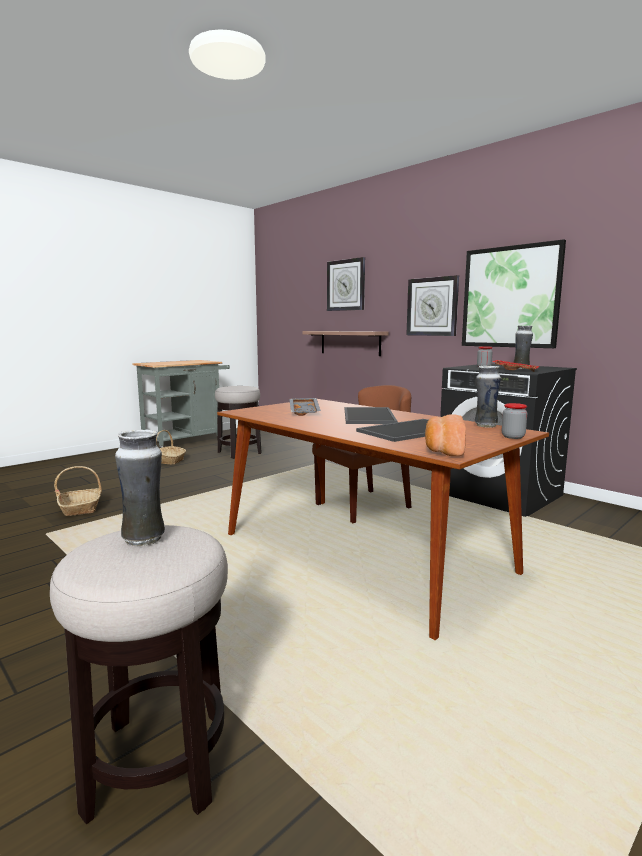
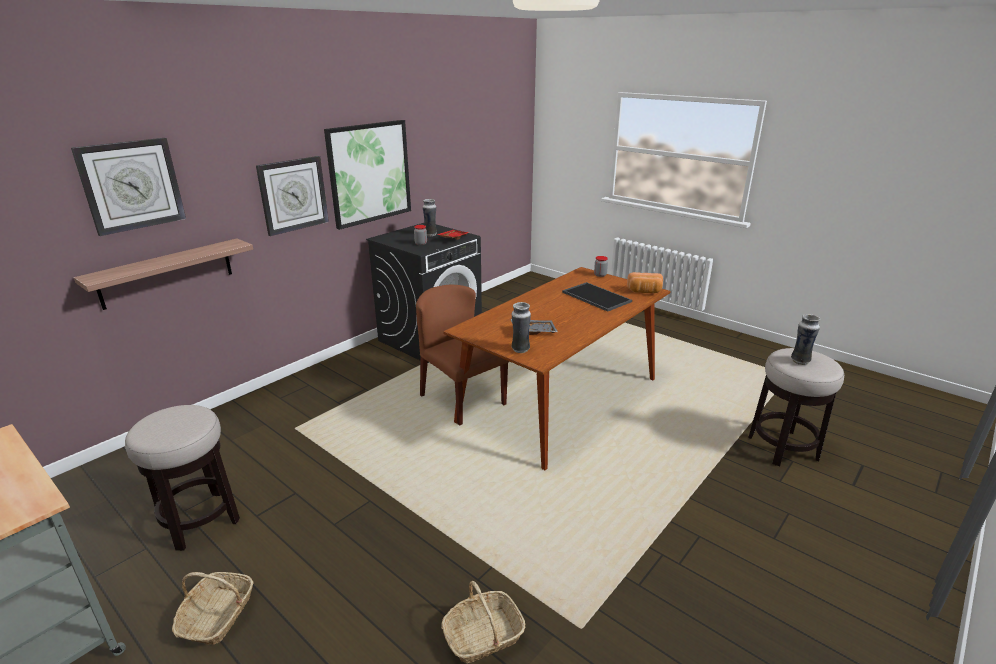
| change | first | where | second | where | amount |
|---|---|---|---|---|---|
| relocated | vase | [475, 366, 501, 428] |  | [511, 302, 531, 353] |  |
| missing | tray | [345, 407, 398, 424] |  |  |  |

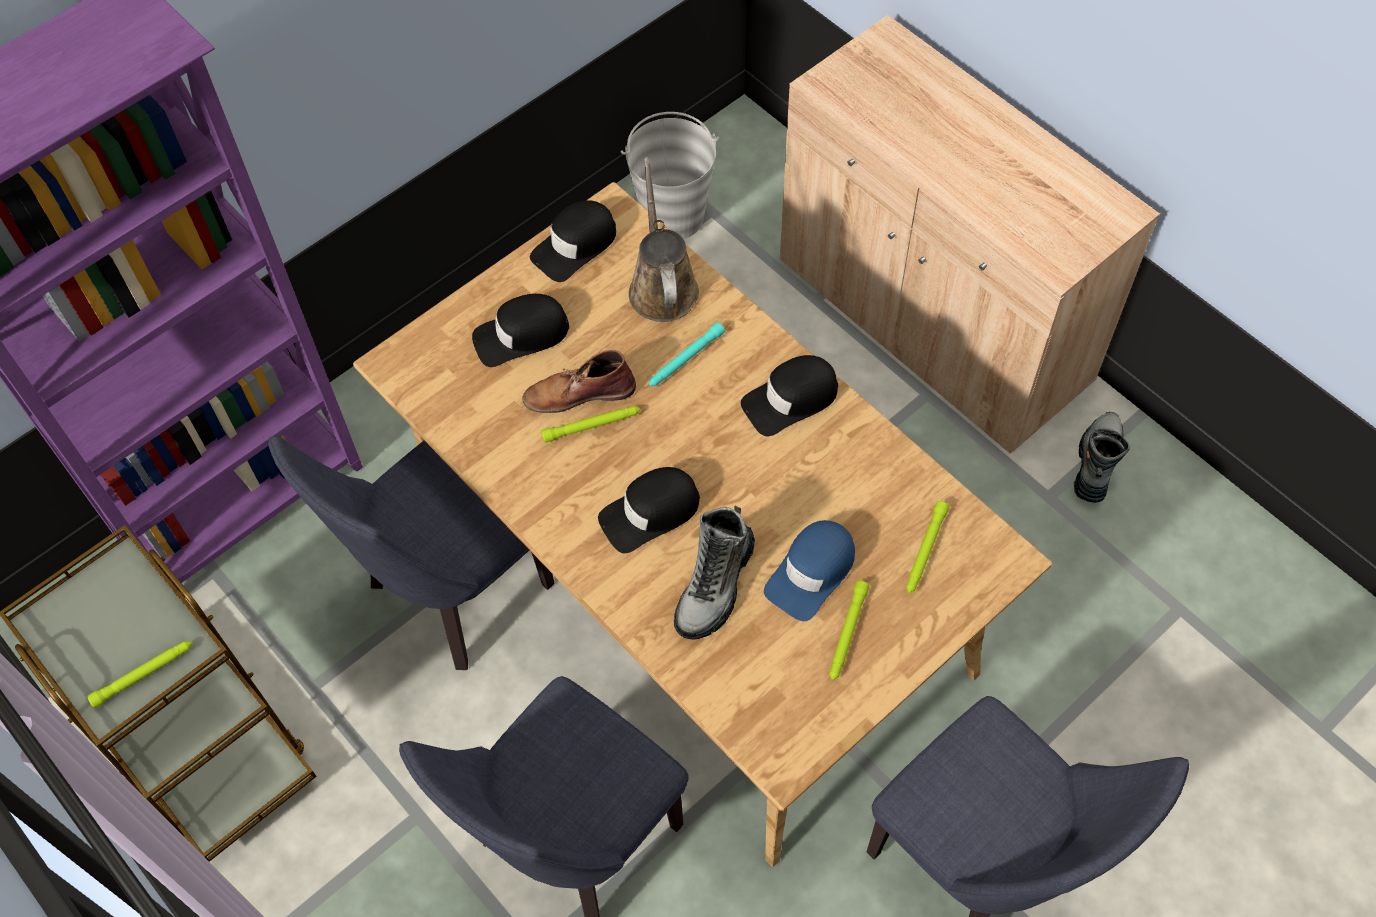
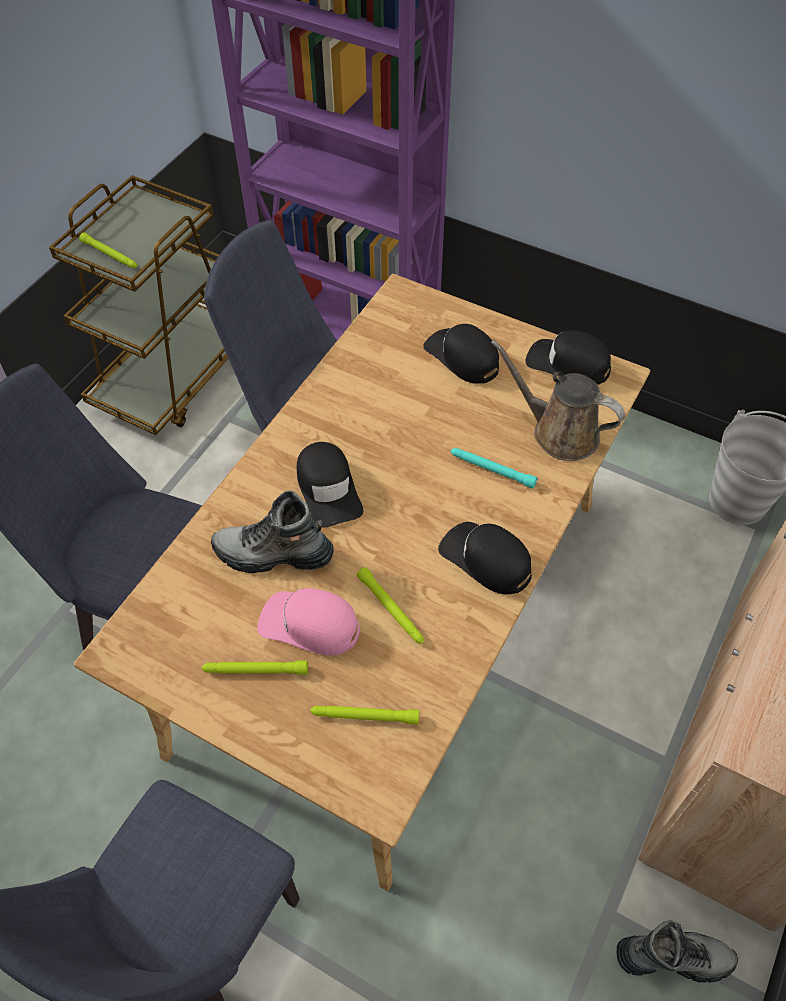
| change | first | where | second | where | amount |
|---|---|---|---|---|---|
| spun | brown watering can | [629, 157, 699, 322] |  | [491, 339, 625, 461] | 120 degrees counterclockwise |
| missing | brown boot | [522, 350, 636, 413] |  |  |  |
| relocated | green flashlight | [541, 406, 640, 443] |  | [357, 567, 424, 644] |  |
| spun | black cap | [598, 467, 700, 553] |  | [297, 442, 363, 528] | 150 degrees counterclockwise |
| colour | blue cap | [764, 520, 855, 621] | pink cap | [257, 588, 360, 655] |  |

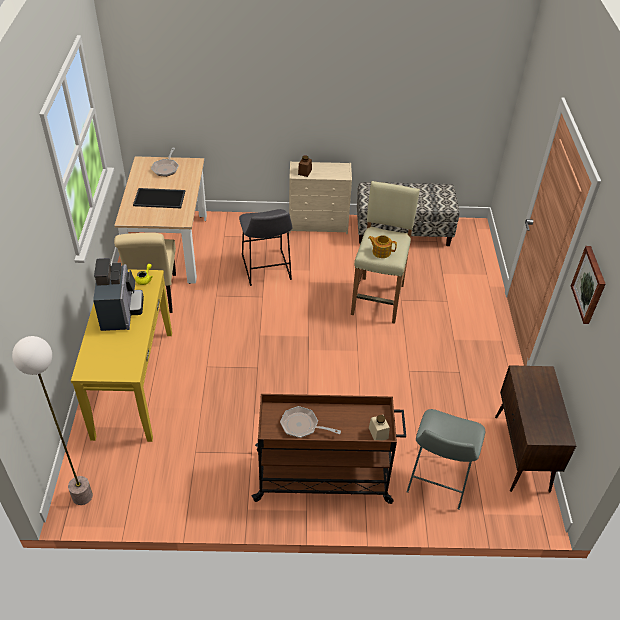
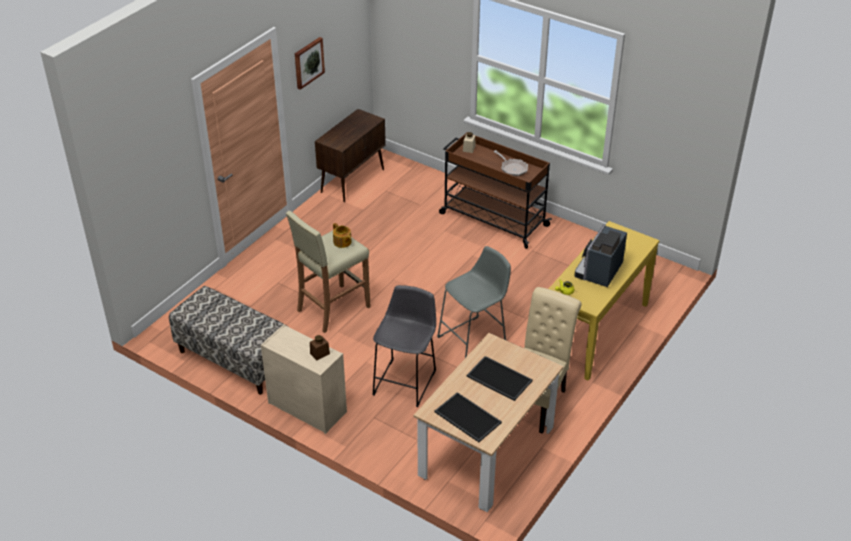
| change | first | where | second | where | amount |
|---|---|---|---|---|---|
| exchanged | frying pan | [151, 148, 179, 177] | tray | [434, 392, 502, 442] |  |
| missing | floor lamp | [12, 336, 93, 505] |  |  |  |
| relocated | grey stool | [407, 409, 485, 509] |  | [437, 246, 511, 358] |  |

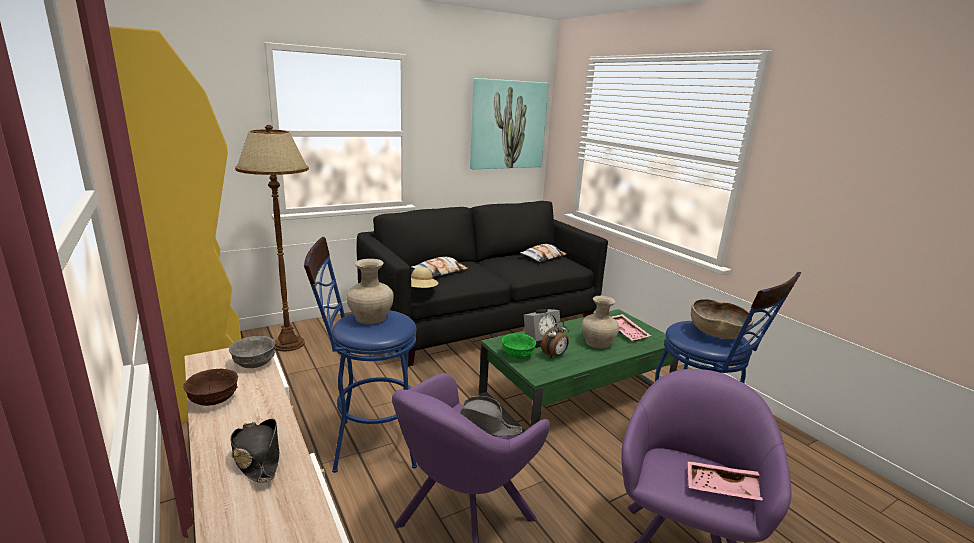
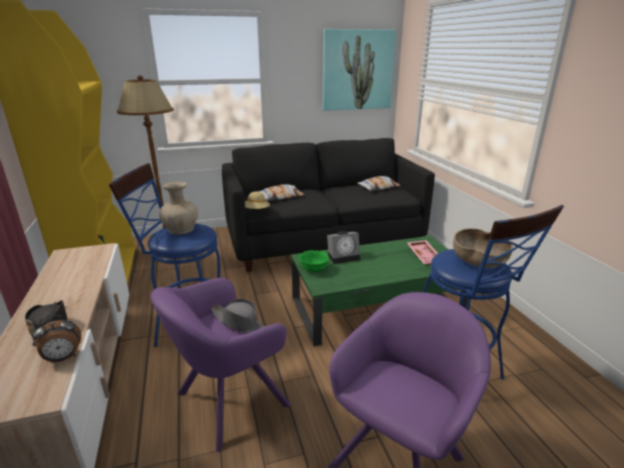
| change | first | where | second | where | amount |
|---|---|---|---|---|---|
| missing | beige vase | [582, 296, 620, 349] |  |  |  |
| relocated | alarm clock | [541, 321, 569, 358] |  | [32, 315, 81, 363] |  |
| missing | grey bowl | [229, 336, 275, 368] |  |  |  |
| missing | brown bowl | [183, 369, 238, 406] |  |  |  |
| missing | pink tray | [688, 461, 763, 501] |  |  |  |

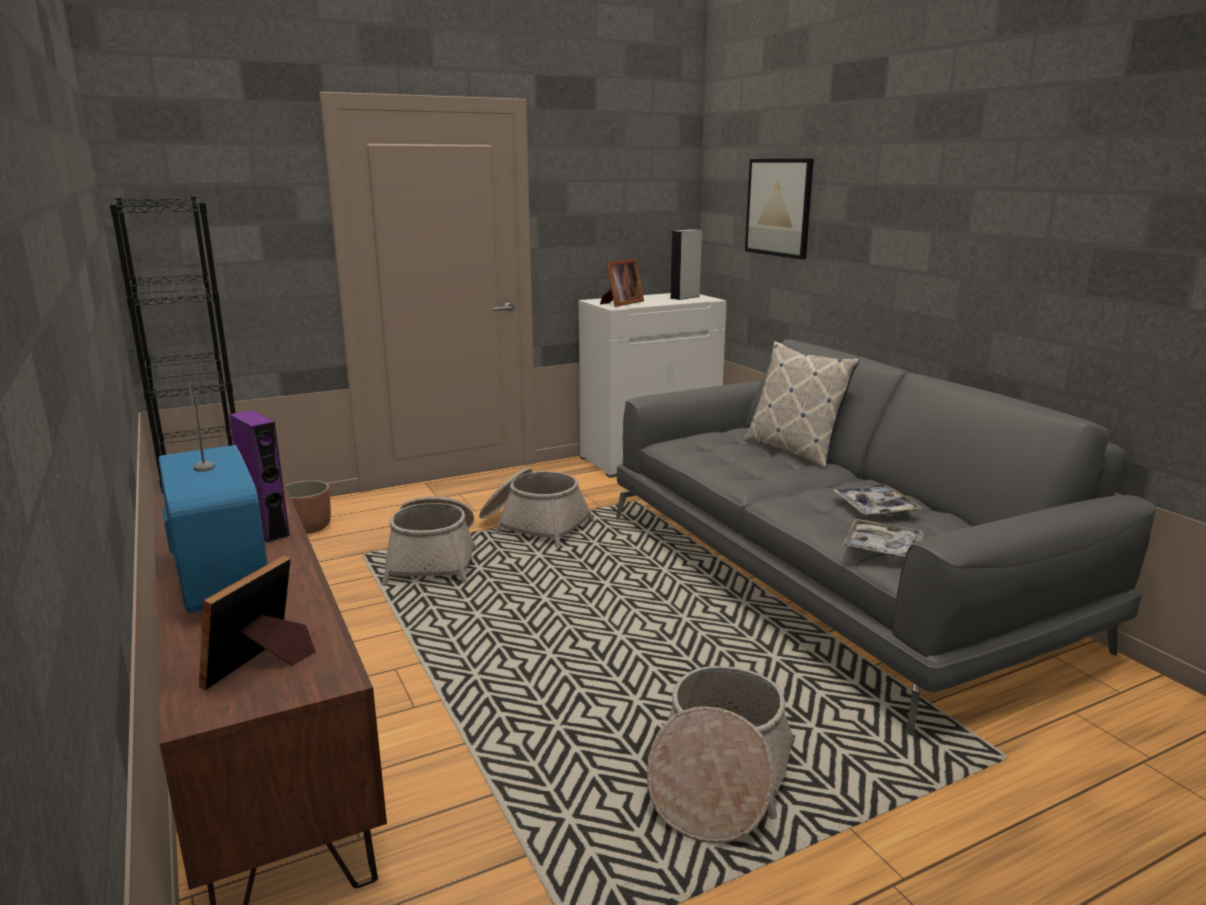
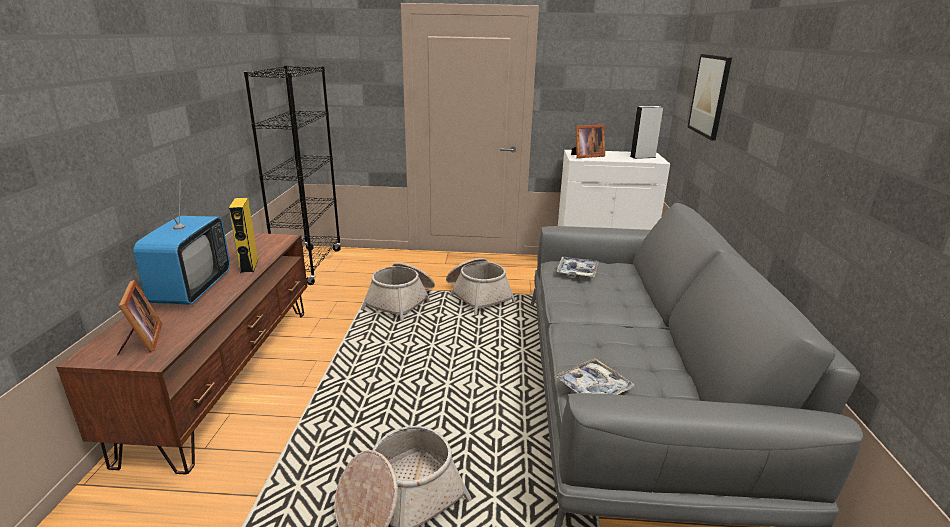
| change | first | where | second | where | amount |
|---|---|---|---|---|---|
| missing | pillow | [743, 341, 859, 469] |  |  |  |
| colour | purple speaker | [229, 410, 291, 543] | yellow speaker | [229, 198, 258, 273] |  |
| missing | planter | [286, 480, 331, 534] |  |  |  |
| relocated | tray | [833, 484, 922, 517] |  | [556, 257, 599, 277] |  |
| spun | picture frame | [199, 555, 316, 690] |  | [117, 280, 162, 355] | 105 degrees clockwise |

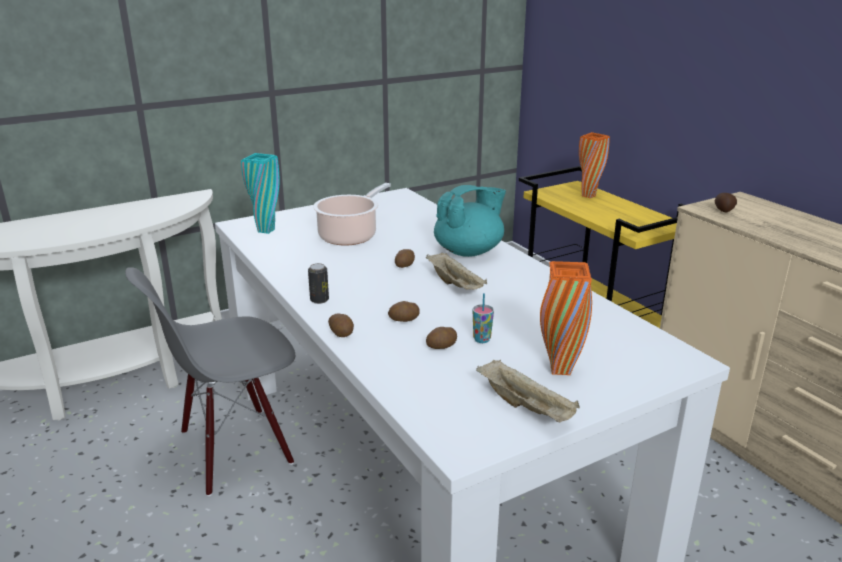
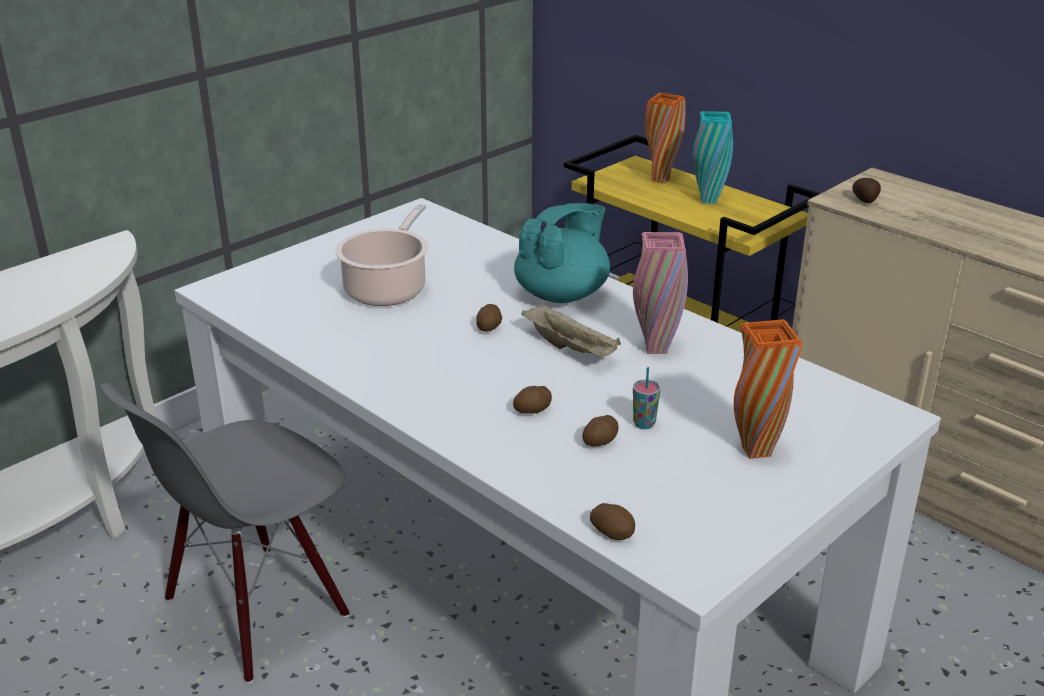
| change | first | where | second | where | amount |
|---|---|---|---|---|---|
| relocated | turquoise vase | [241, 153, 280, 234] |  | [693, 111, 733, 204] |  |
| missing | can | [308, 263, 329, 304] |  |  |  |
| relocated | potato | [328, 314, 354, 337] |  | [590, 503, 635, 540] |  |
| missing | beige tray | [476, 360, 580, 422] |  |  |  |
| appeared |  |  | pink vase | [633, 232, 688, 354] |  |

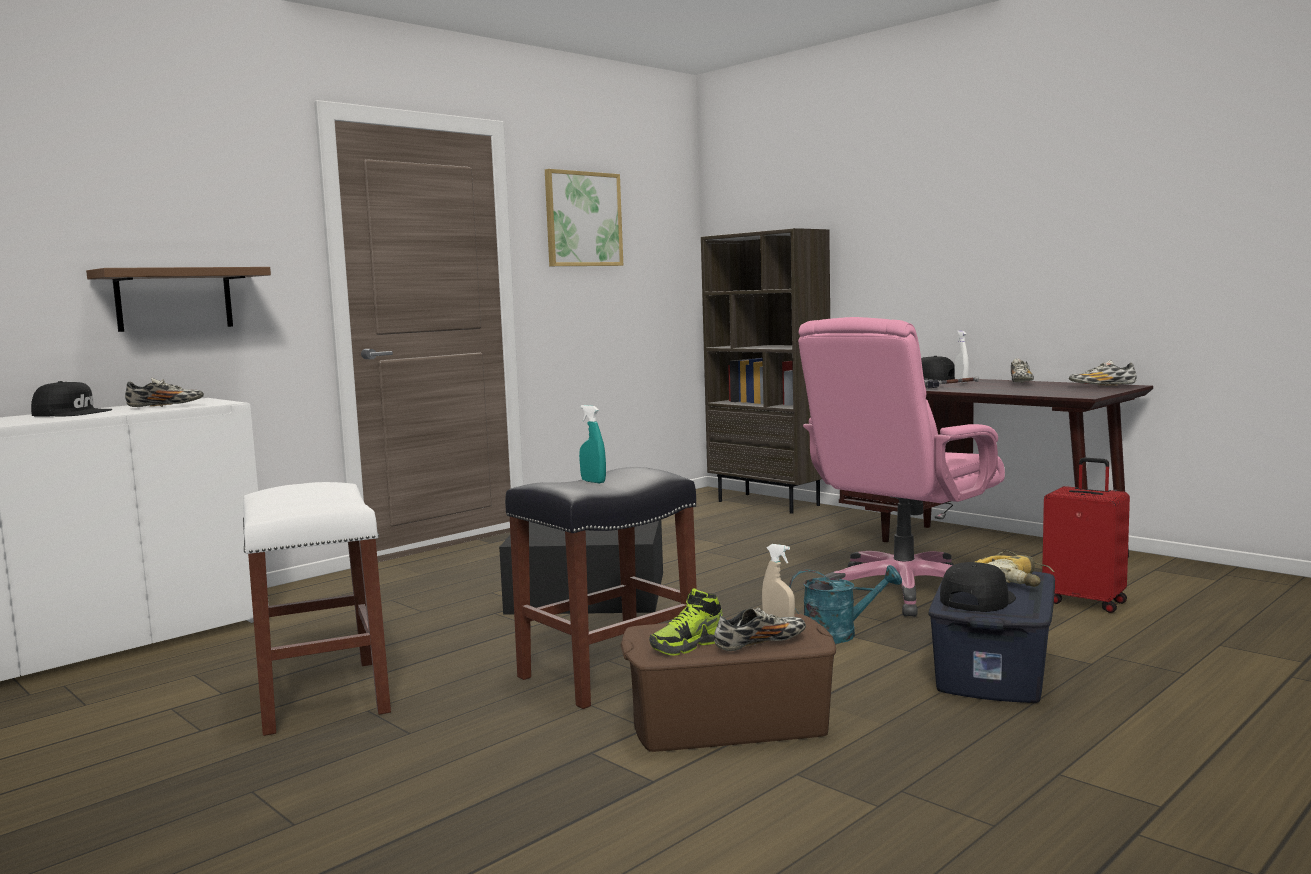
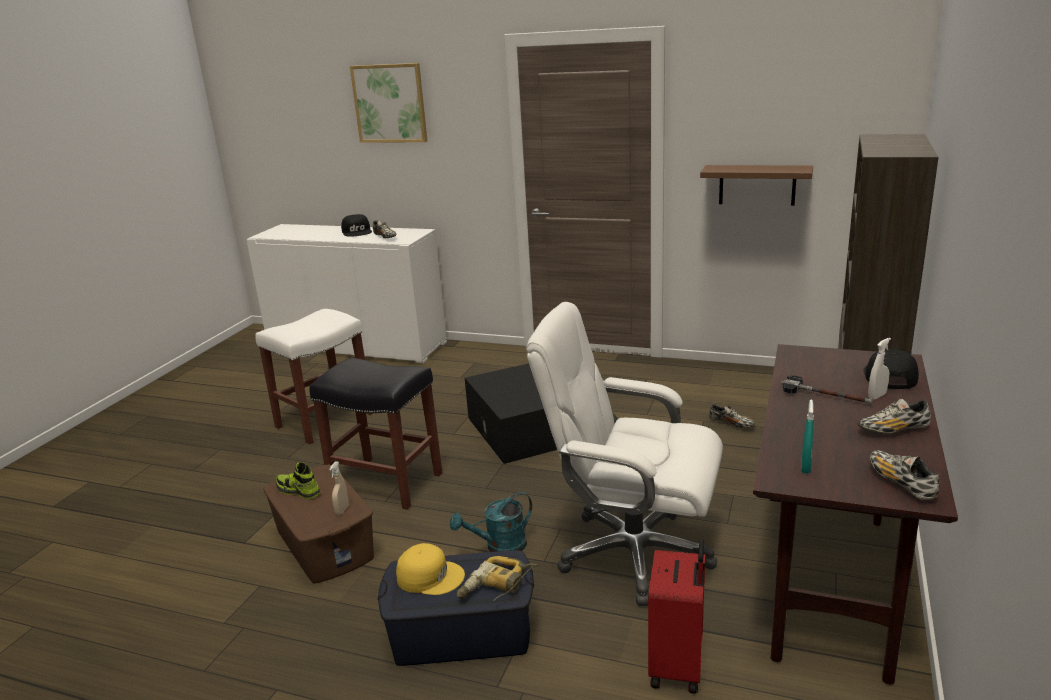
| change | first | where | second | where | amount |
|---|---|---|---|---|---|
| relocated | picture | [545, 169, 623, 266] |  | [350, 63, 427, 143] |  |
| relocated | brown shelf | [86, 267, 271, 332] |  | [700, 165, 813, 206] |  |
| colour | pink office chair | [798, 317, 1005, 617] | white office chair | [526, 302, 723, 606] |  |
| relocated | turquoise spray bottle | [579, 405, 606, 483] |  | [801, 400, 814, 474] |  |
| colour | black cap | [940, 562, 1016, 612] | yellow cap | [396, 543, 465, 595] |  |
| spun | turquoise watering can | [789, 565, 902, 644] |  | [450, 492, 532, 552] | 90 degrees clockwise |
| relocated | shoe | [714, 607, 806, 651] |  | [709, 403, 755, 428] |  |

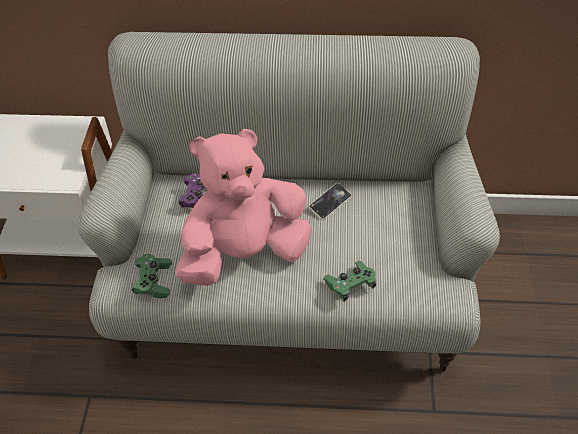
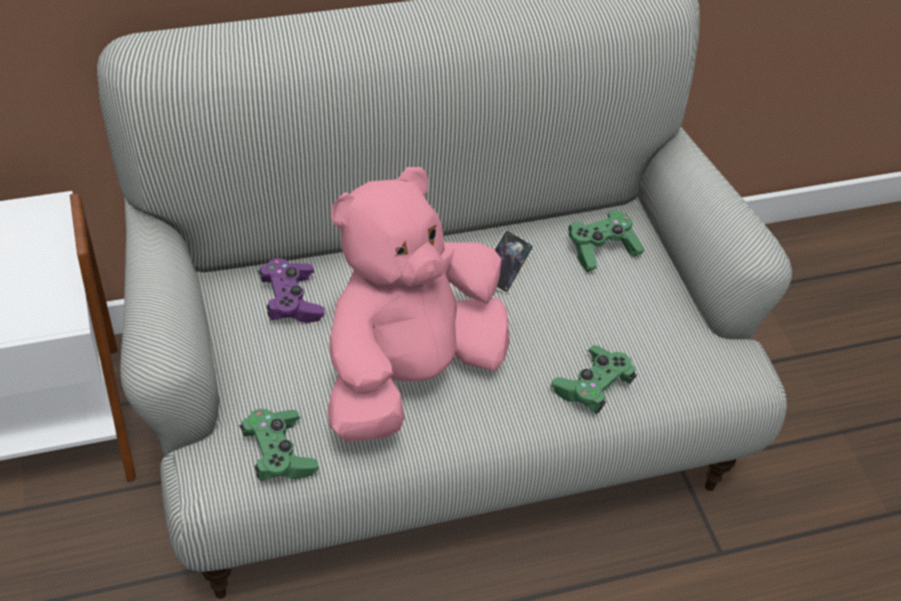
| change | first | where | second | where | amount |
|---|---|---|---|---|---|
| appeared |  |  | green game controller | [568, 209, 644, 272] |  |

